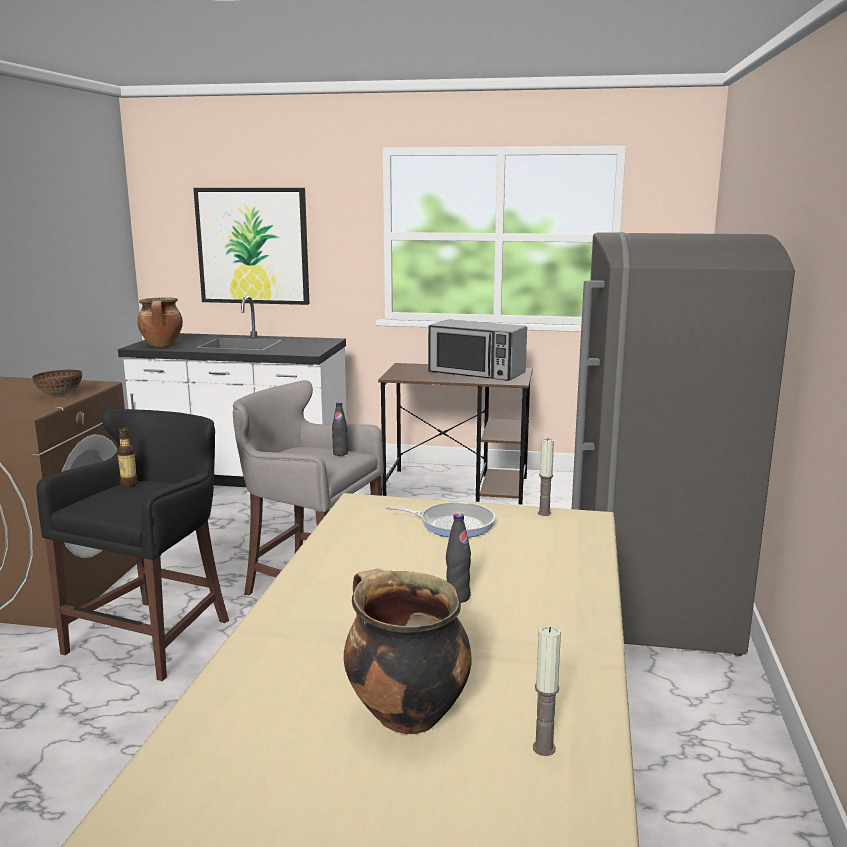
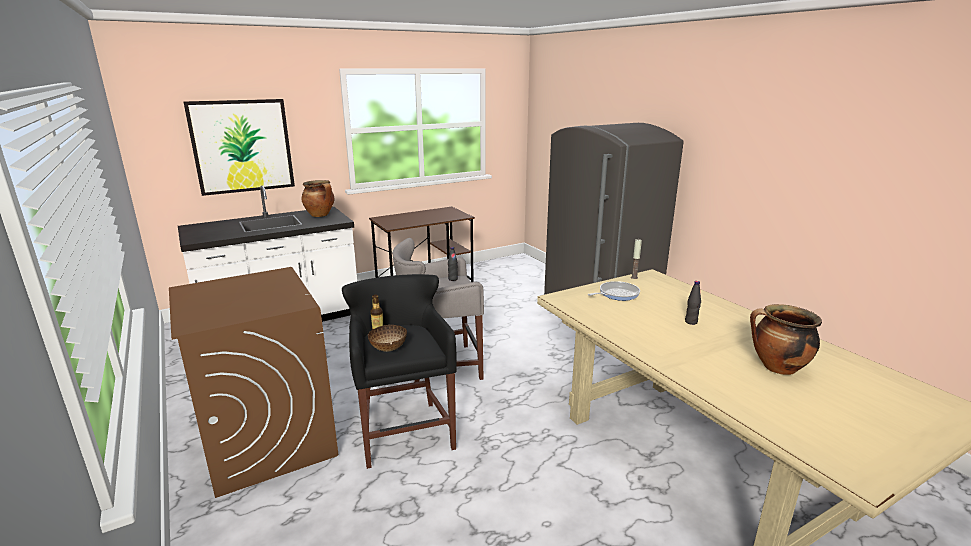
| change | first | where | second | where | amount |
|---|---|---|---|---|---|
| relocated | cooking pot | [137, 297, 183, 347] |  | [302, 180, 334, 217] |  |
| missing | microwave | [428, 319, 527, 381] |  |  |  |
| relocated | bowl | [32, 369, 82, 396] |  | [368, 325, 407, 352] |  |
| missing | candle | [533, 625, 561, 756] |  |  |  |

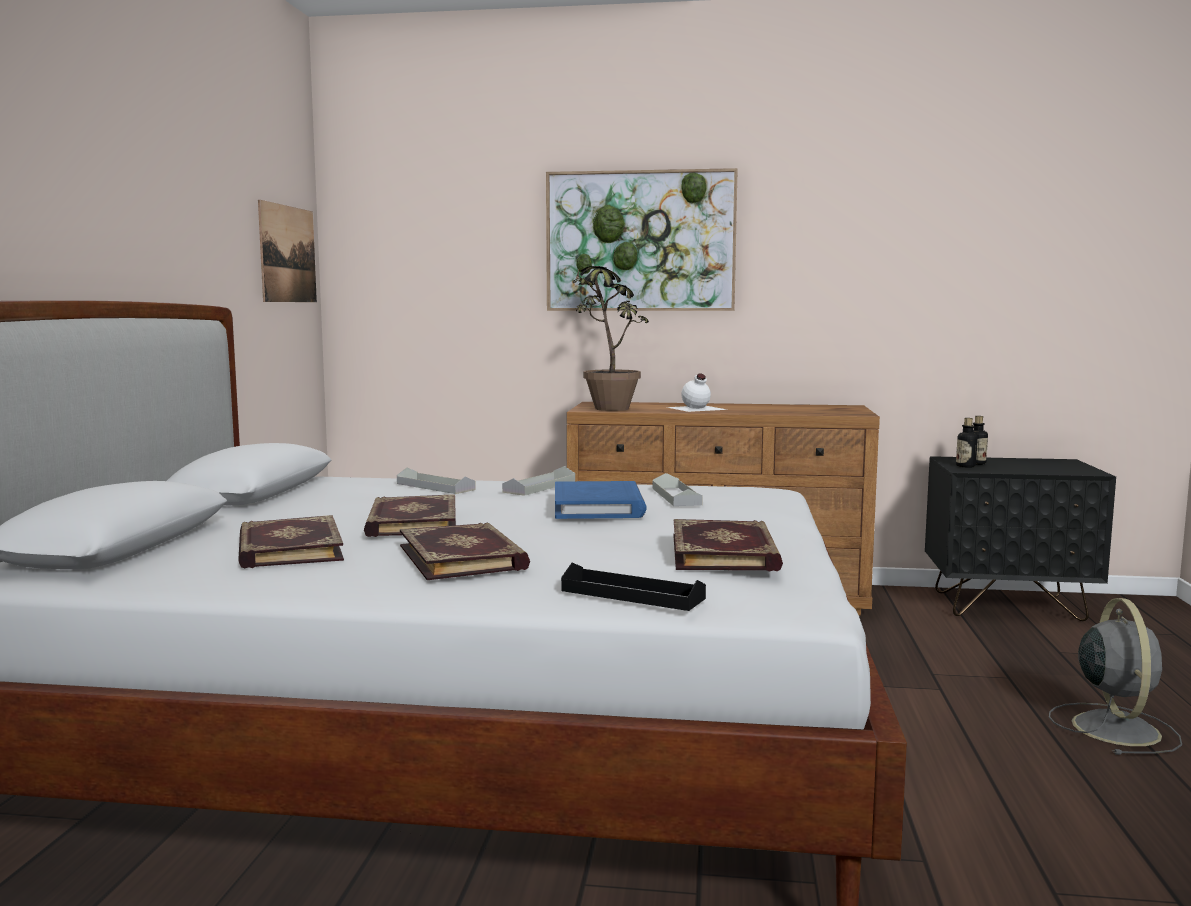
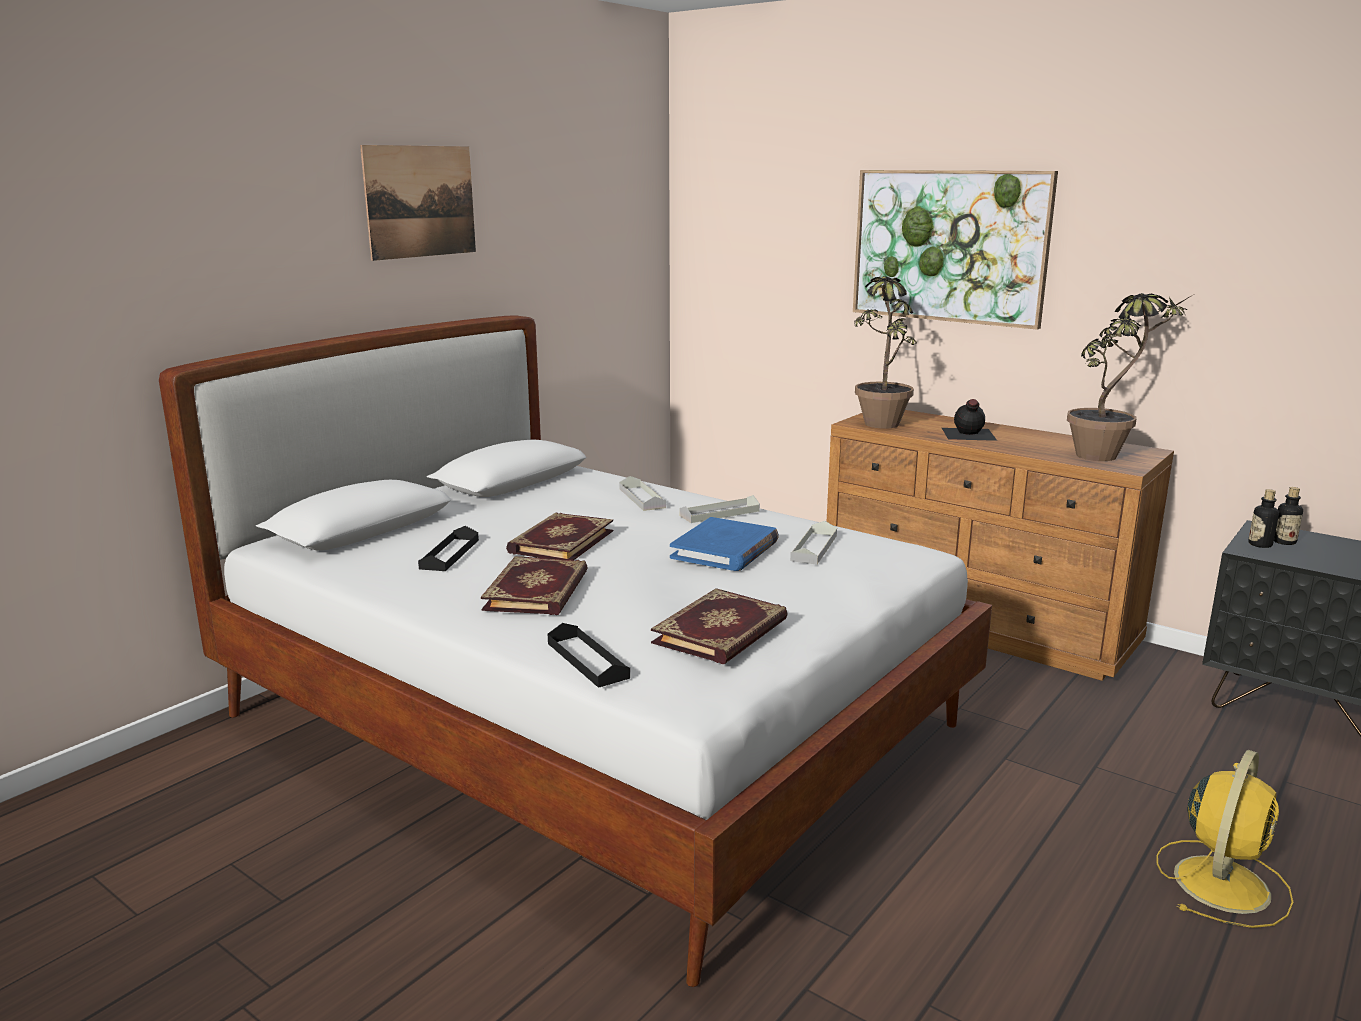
| change | first | where | second | where | amount |
|---|---|---|---|---|---|
| relocated | picture | [258, 200, 317, 302] |  | [360, 145, 476, 261] |  |
| colour | white bottle | [667, 374, 727, 412] | black bottle | [942, 399, 997, 441] |  |
| exchanged | book | [238, 515, 344, 568] | black tray | [418, 526, 479, 571] |  |
| colour | grey fan | [1049, 598, 1182, 755] | yellow fan | [1156, 750, 1293, 928] |  |
| appeared |  |  | potted plant | [1067, 293, 1196, 461] |  |

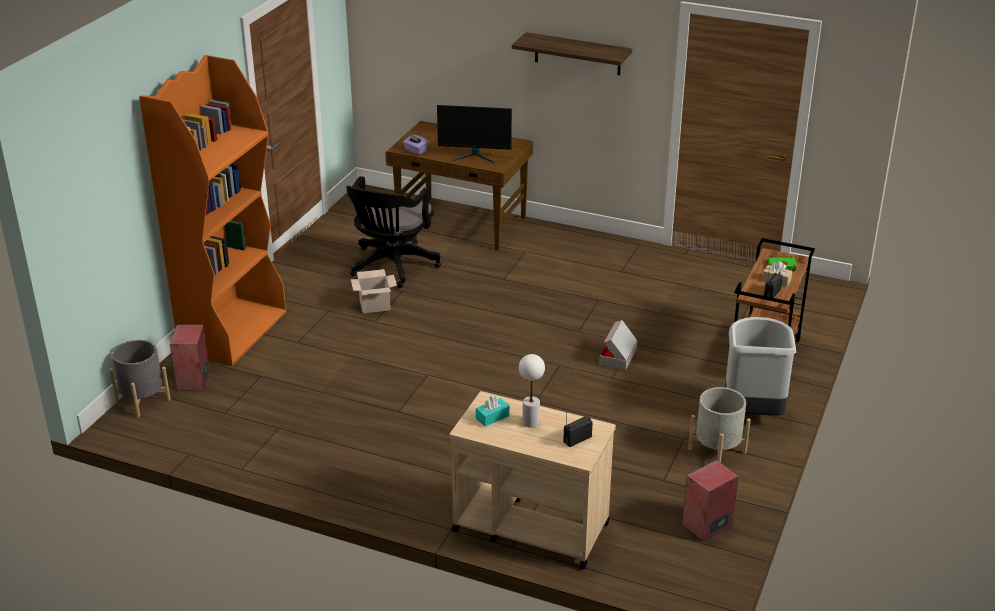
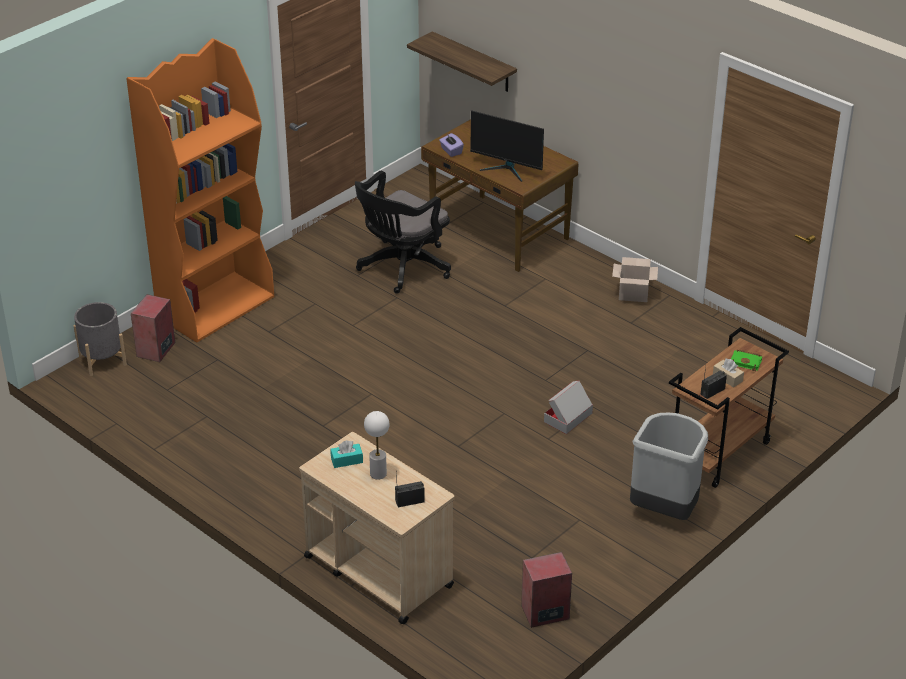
| change | first | where | second | where | amount |
|---|---|---|---|---|---|
| relocated | shelf | [512, 32, 632, 75] |  | [407, 31, 517, 92] |  |
| relocated | cardboard box | [351, 269, 397, 313] |  | [612, 257, 658, 302] |  |
| missing | grey planter | [688, 387, 751, 463] |  |  |  |

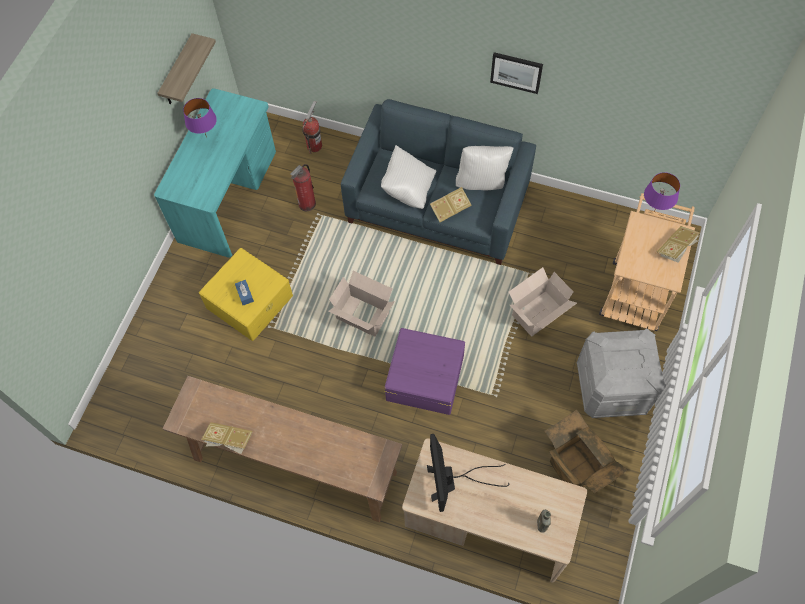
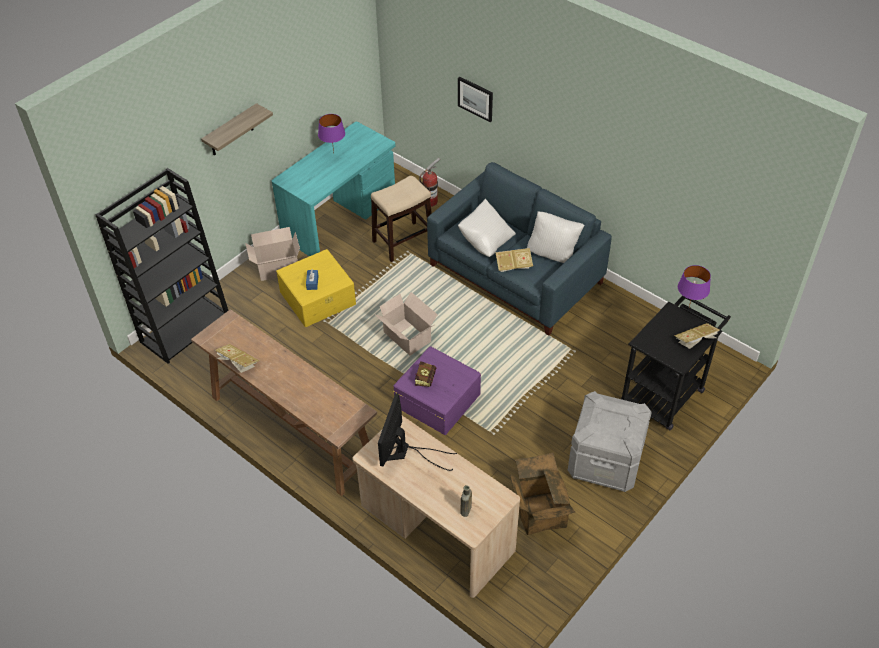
| change | first | where | second | where | amount |
|---|---|---|---|---|---|
| relocated | shelf | [157, 33, 216, 104] |  | [201, 103, 273, 155] |  |
| relocated | picture | [490, 52, 543, 94] |  | [458, 77, 493, 122] |  |
| exchanged | fire extinguisher | [290, 164, 316, 211] | stool | [371, 176, 432, 262] |  |
| colour | beige cart | [599, 193, 695, 331] | black cart | [621, 296, 731, 430] |  |
| relocated | cardboard box | [509, 267, 577, 336] |  | [245, 227, 300, 281] |  |
| appeared |  |  | black bookcase | [95, 168, 229, 364] |  |
| appeared |  |  | book | [415, 361, 436, 387] |  |

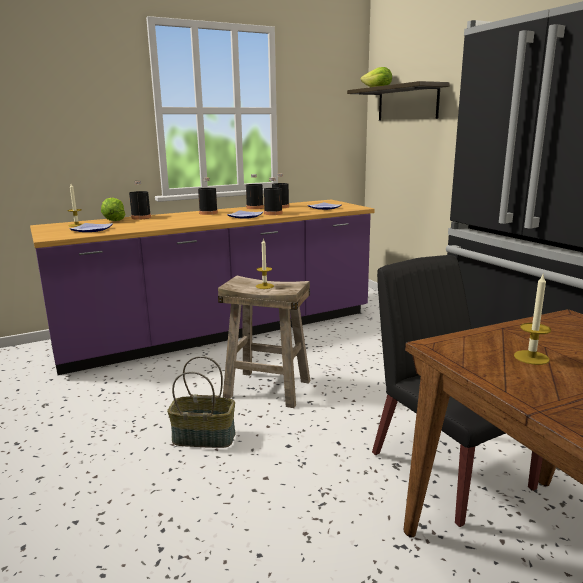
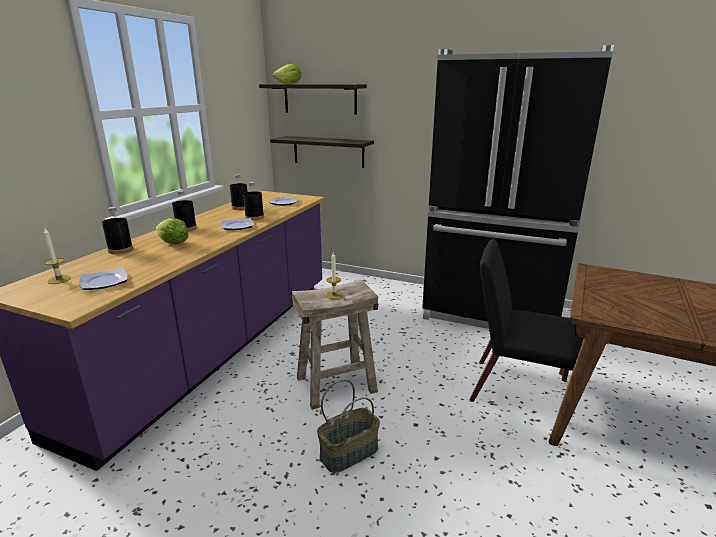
| change | first | where | second | where | amount |
|---|---|---|---|---|---|
| missing | black bottle | [246, 174, 264, 209] |  |  |  |
| relocated | lettuce | [101, 198, 125, 221] |  | [156, 218, 189, 244] |  |
| missing | candle | [514, 275, 551, 365] |  |  |  |
| appeared |  |  | shelf | [270, 136, 374, 168] |  |

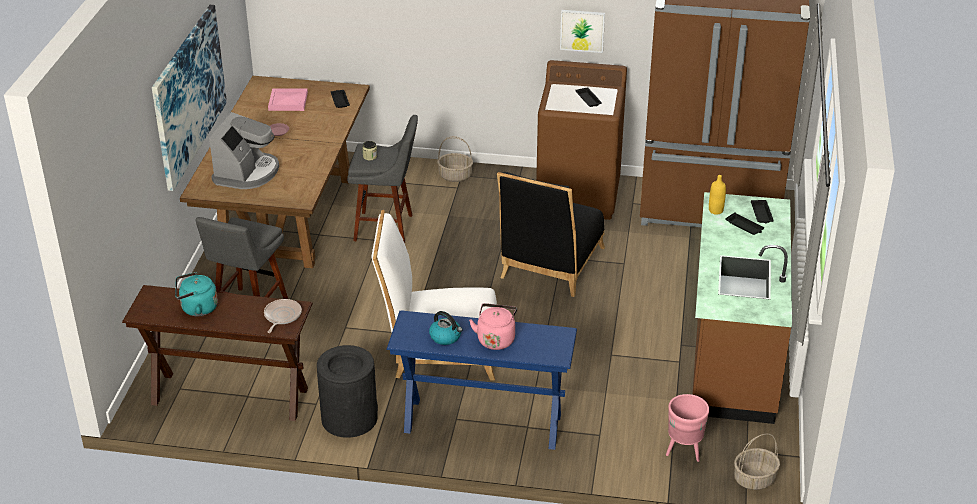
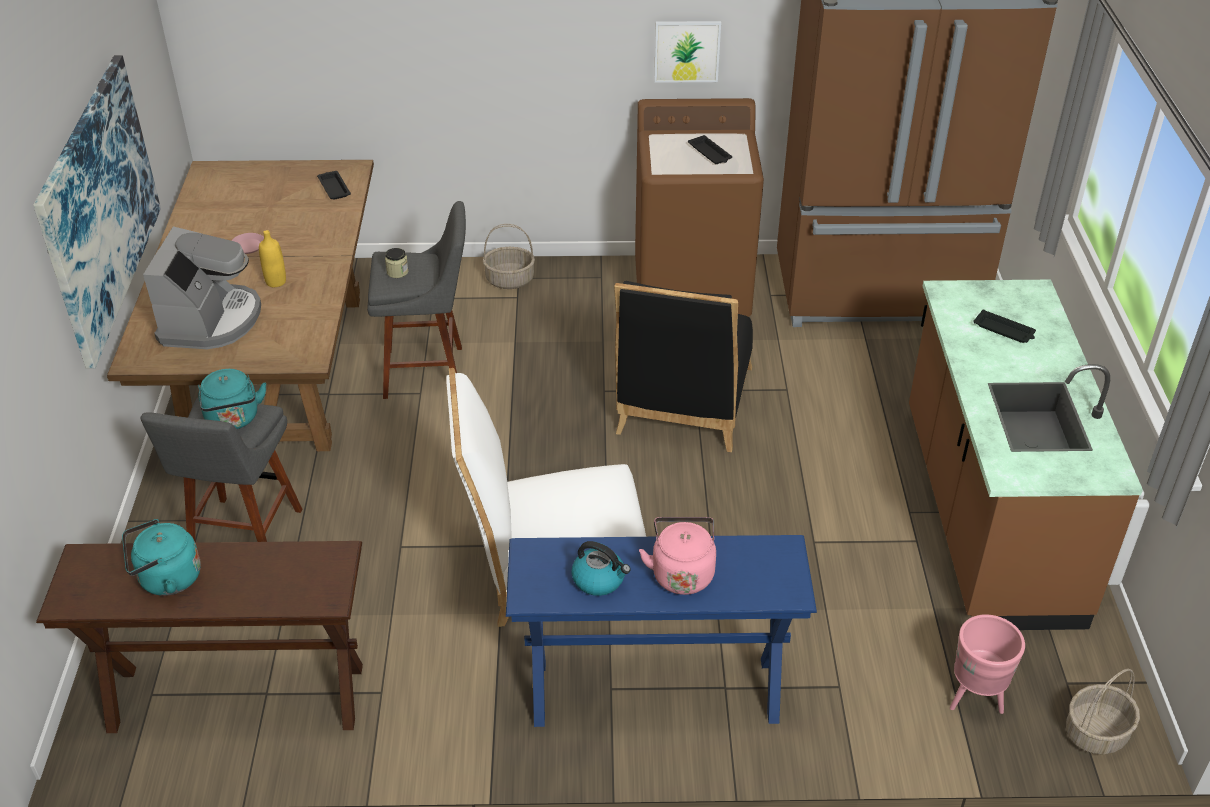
| change | first | where | second | where | amount |
|---|---|---|---|---|---|
| missing | pink tray | [268, 89, 308, 111] |  |  |  |
| relocated | yellow bottle | [709, 175, 726, 215] |  | [259, 230, 286, 287] |  |
| missing | black tray | [751, 200, 774, 223] |  |  |  |
| missing | frying pan | [264, 299, 302, 333] |  |  |  |
| missing | black trash can | [317, 345, 378, 438] |  |  |  |
| appeared |  |  | turquoise kettle | [198, 369, 266, 429] |  |

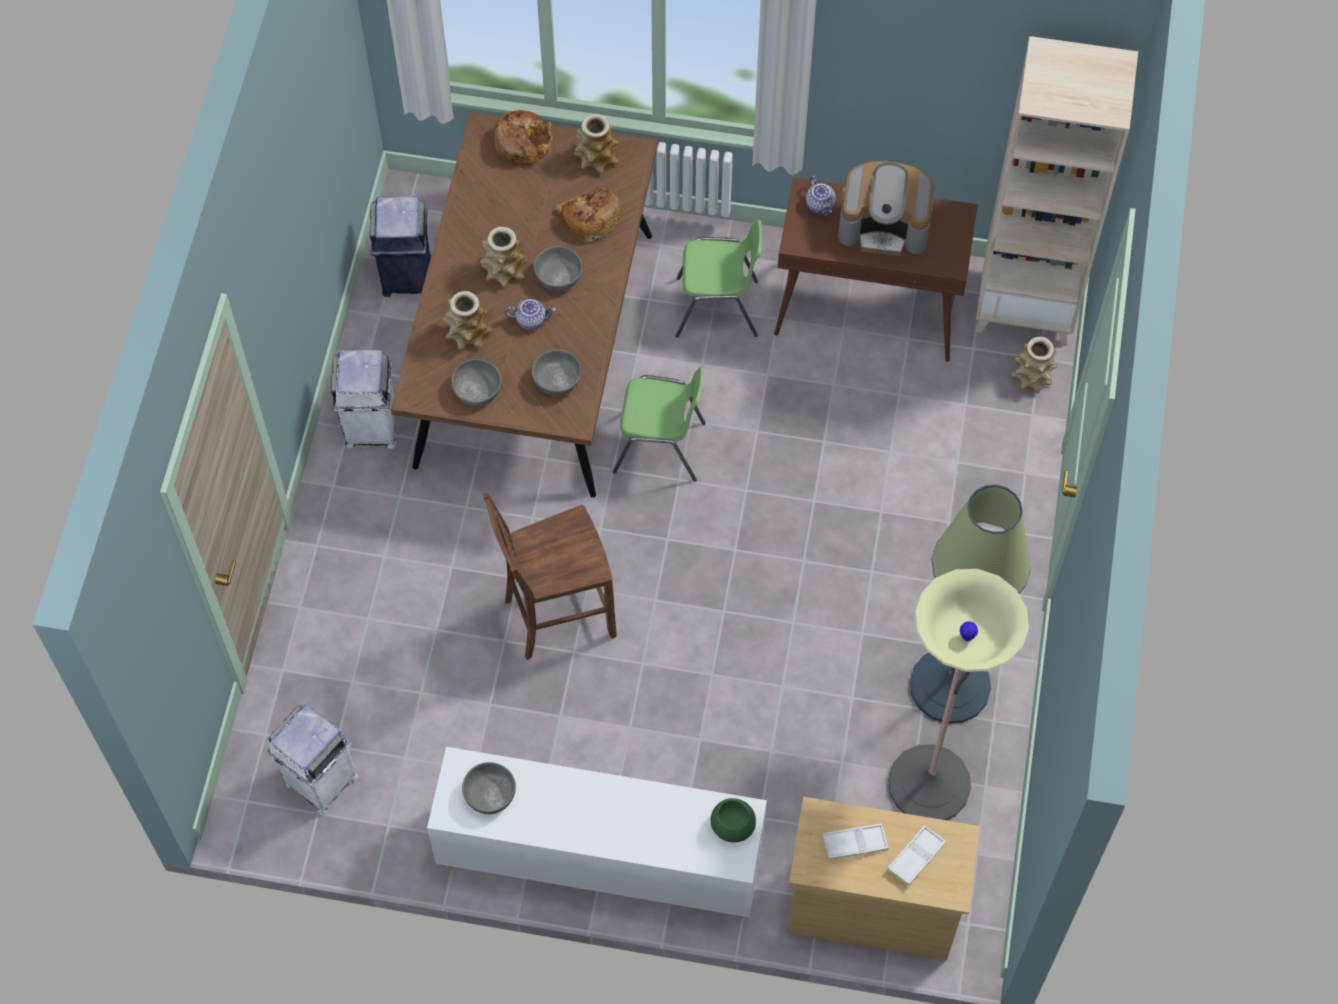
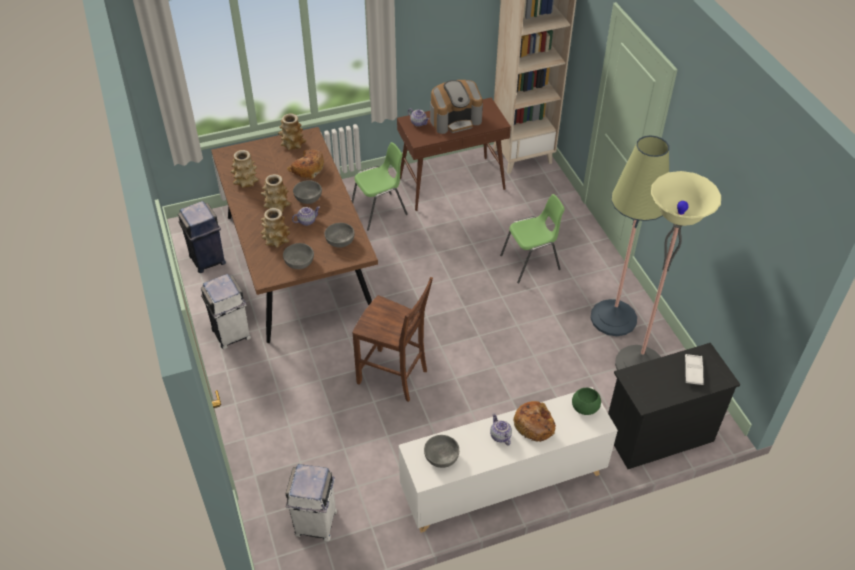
| change | first | where | second | where | amount |
|---|---|---|---|---|---|
| relocated | bread | [495, 110, 553, 166] |  | [513, 401, 556, 442] |  |
| relocated | vase | [1011, 337, 1058, 393] |  | [231, 150, 259, 188] |  |
| relocated | green chair | [613, 367, 706, 482] |  | [500, 194, 565, 283] |  |
| spun | brown chair | [483, 493, 617, 660] |  | [352, 277, 433, 402] | 105 degrees counterclockwise |
| colour | beige dresser | [788, 797, 980, 960] | black dresser | [608, 343, 740, 469] |  |
| missing | white tray | [823, 824, 889, 860] |  |  |  |
| appeared |  |  | teapot | [490, 413, 512, 446] |  |

